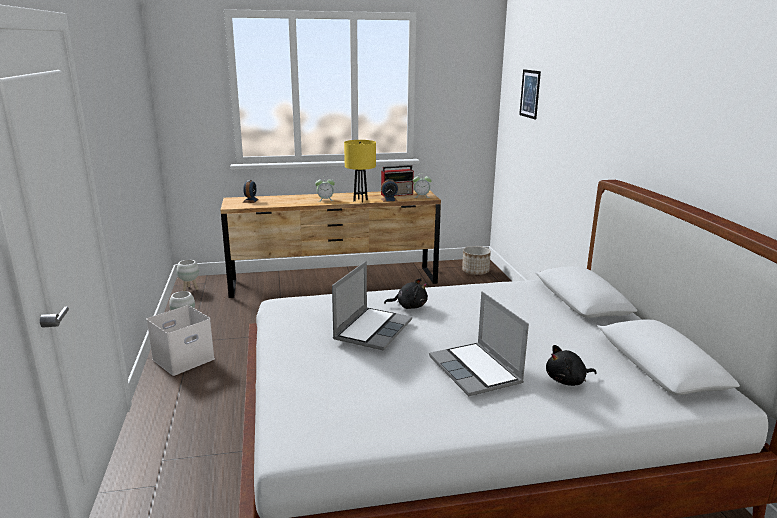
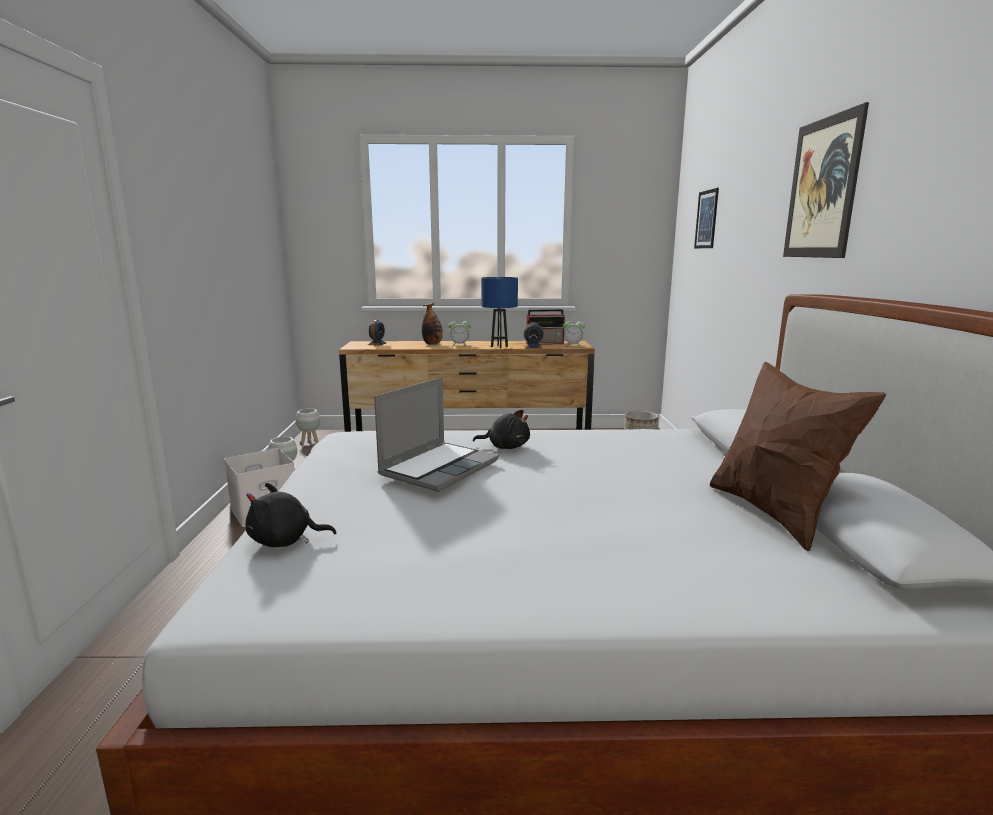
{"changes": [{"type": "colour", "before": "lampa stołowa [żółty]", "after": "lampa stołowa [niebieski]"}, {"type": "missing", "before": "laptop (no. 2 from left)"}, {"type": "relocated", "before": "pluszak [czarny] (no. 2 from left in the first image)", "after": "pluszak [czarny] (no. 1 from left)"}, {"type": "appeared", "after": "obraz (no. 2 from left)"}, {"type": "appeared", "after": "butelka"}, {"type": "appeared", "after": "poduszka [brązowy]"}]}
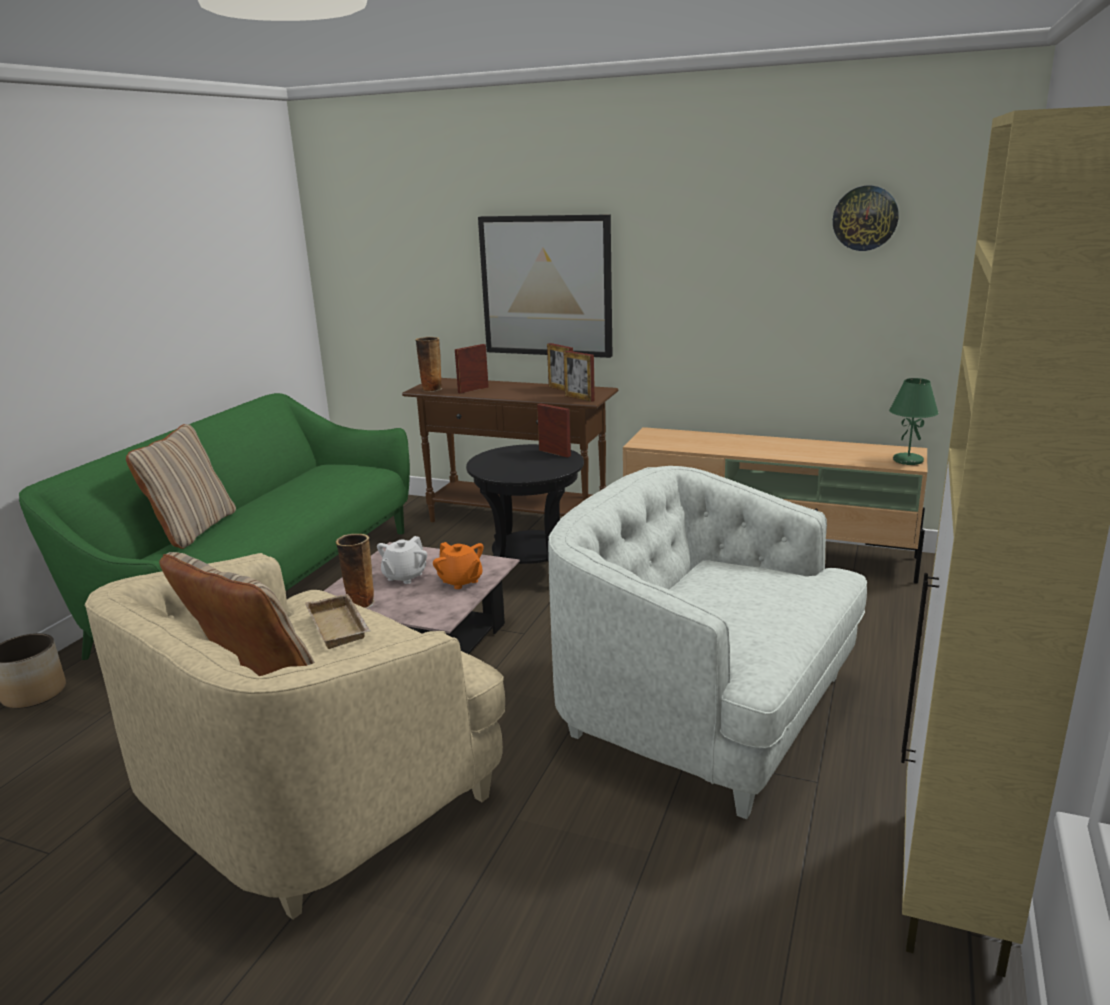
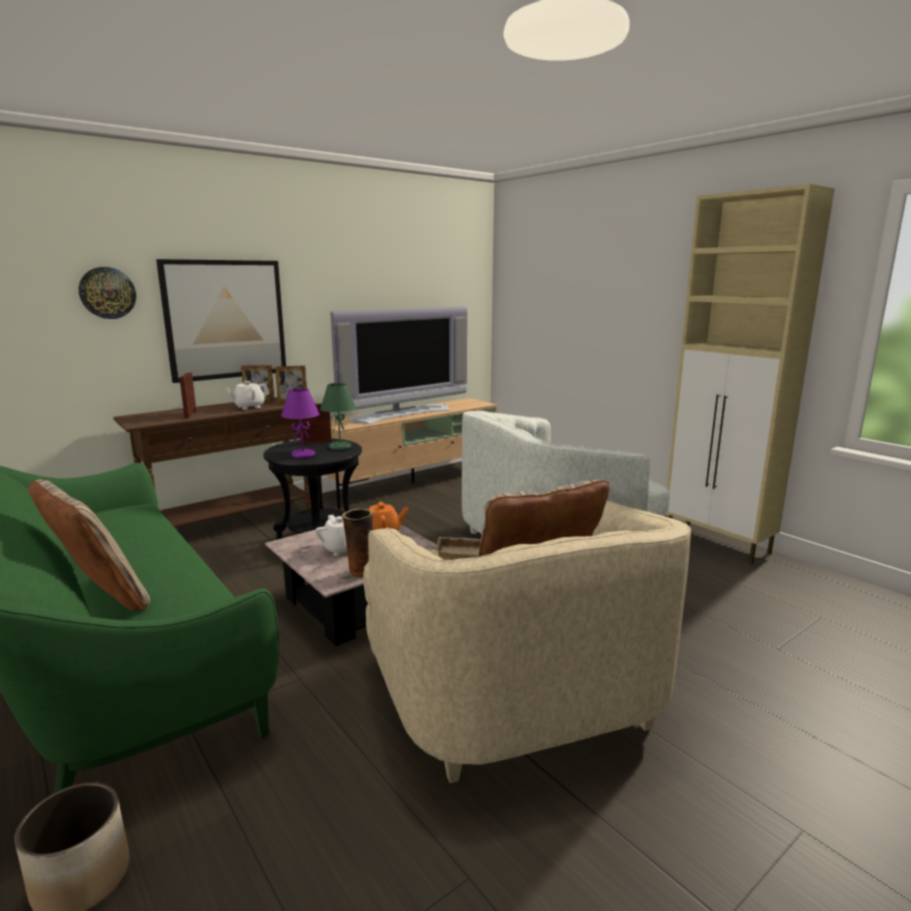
{"changes": [{"type": "relocated", "before": "zegar ścienny"}, {"type": "missing", "before": "wazon (no. 2 from left)"}, {"type": "relocated", "before": "lampa stołowa [zielony]"}, {"type": "appeared", "after": "telewizor"}, {"type": "appeared", "after": "imbryk [biały] (no. 1 from left)"}, {"type": "appeared", "after": "lampa stołowa [fioletowy]"}]}
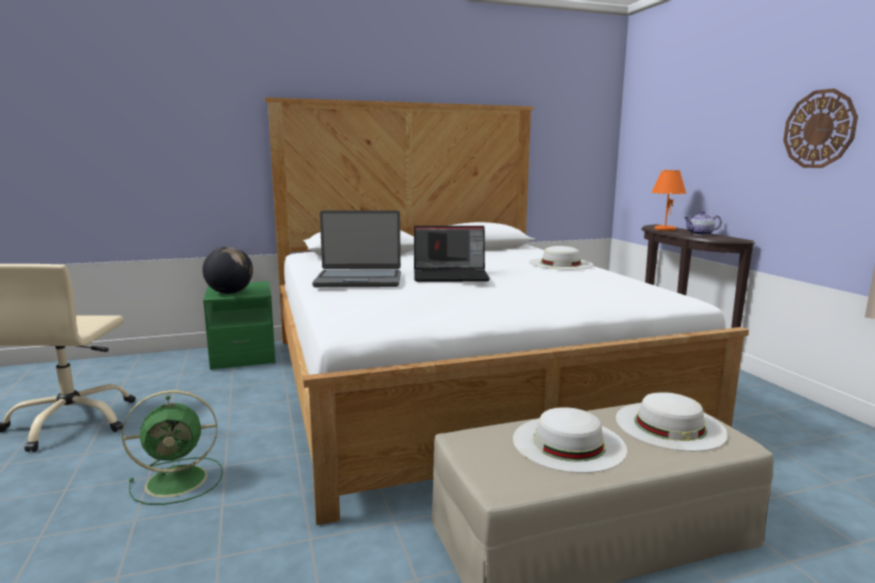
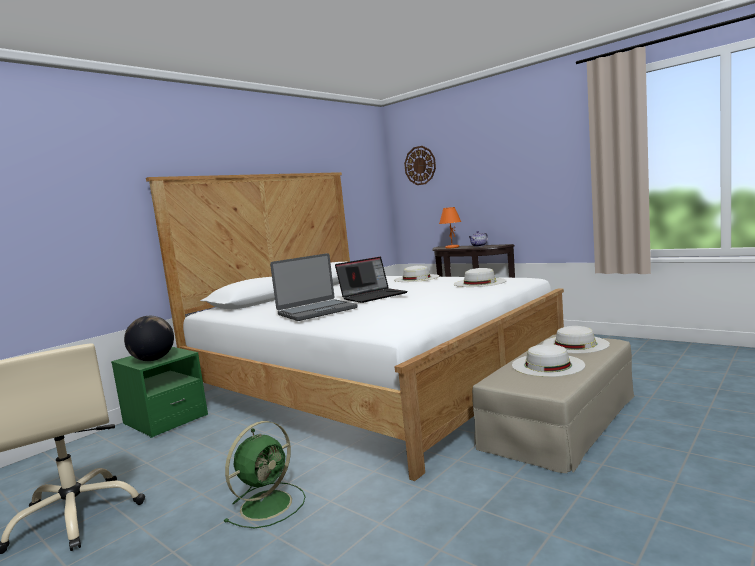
{"changes": [{"type": "relocated", "before": "zegar ścienny"}, {"type": "appeared", "after": "kapelusz [biały] (no. 2 from left)"}]}
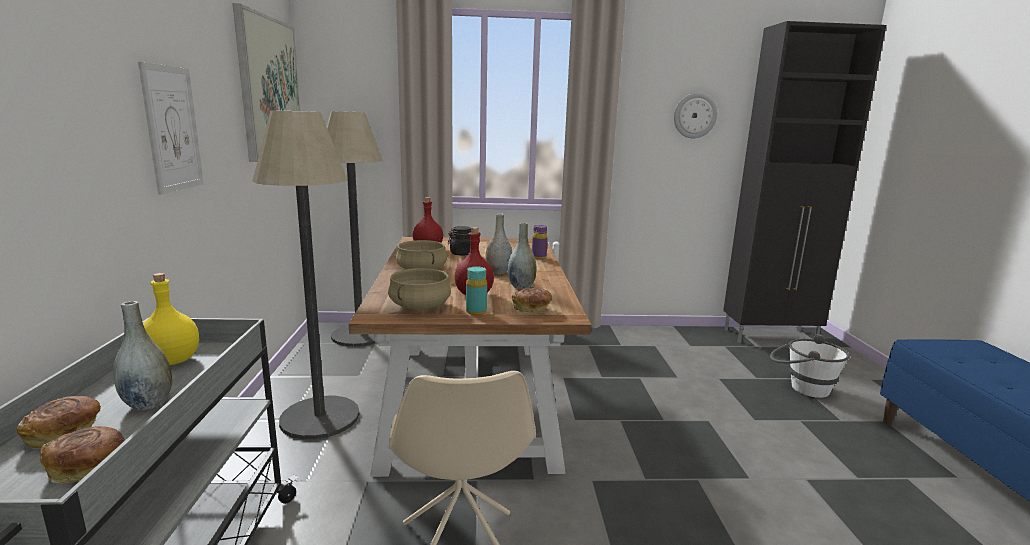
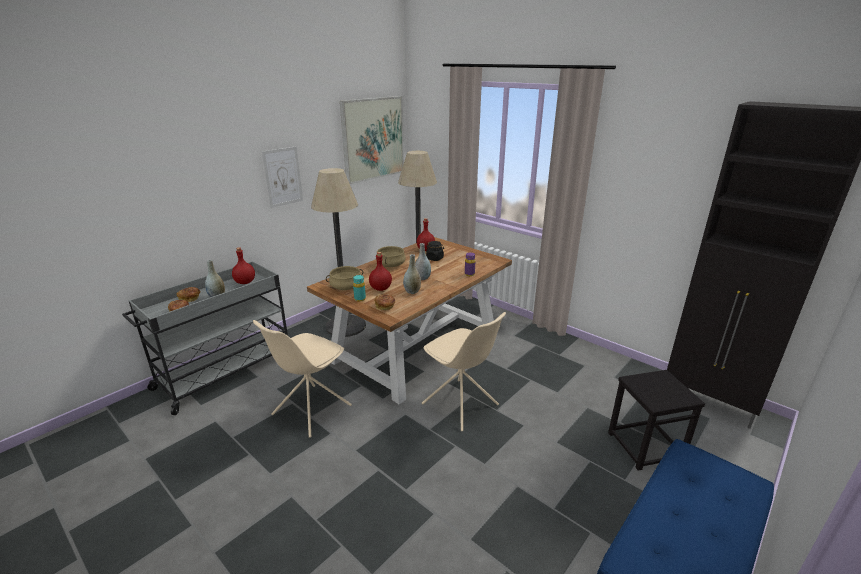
{"changes": [{"type": "missing", "before": "zegar ścienny"}, {"type": "colour", "before": "butelka [żółty]", "after": "butelka [czerwony] (no. 1 from left)"}, {"type": "exchanged", "before": "wiadro [biały]", "after": "stołek [czarny]"}, {"type": "appeared", "after": "krzesło [beżowy] (no. 2 from left)"}]}
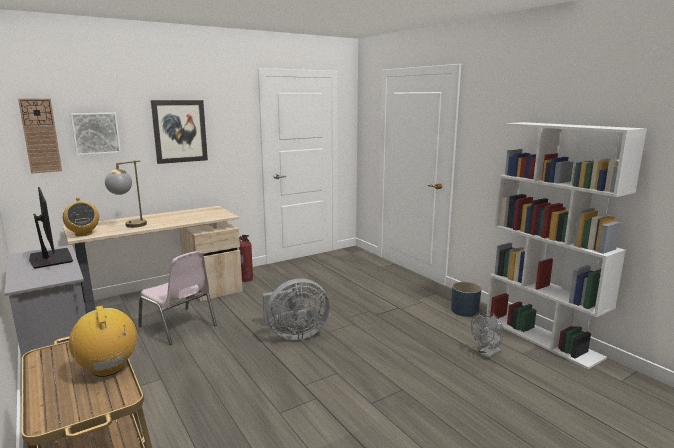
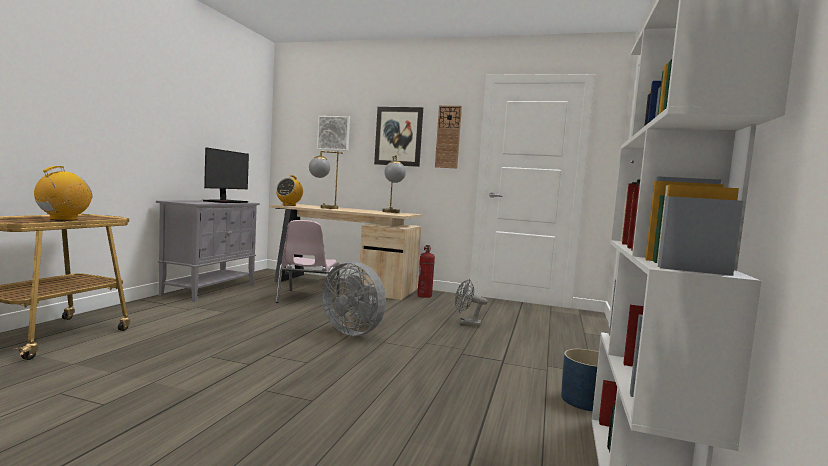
{"changes": [{"type": "relocated", "before": "zegar ścienny"}, {"type": "relocated", "before": "wentylator [szary] (no. 2 from left)"}, {"type": "appeared", "after": "lampa stołowa (no. 2 from left)"}]}
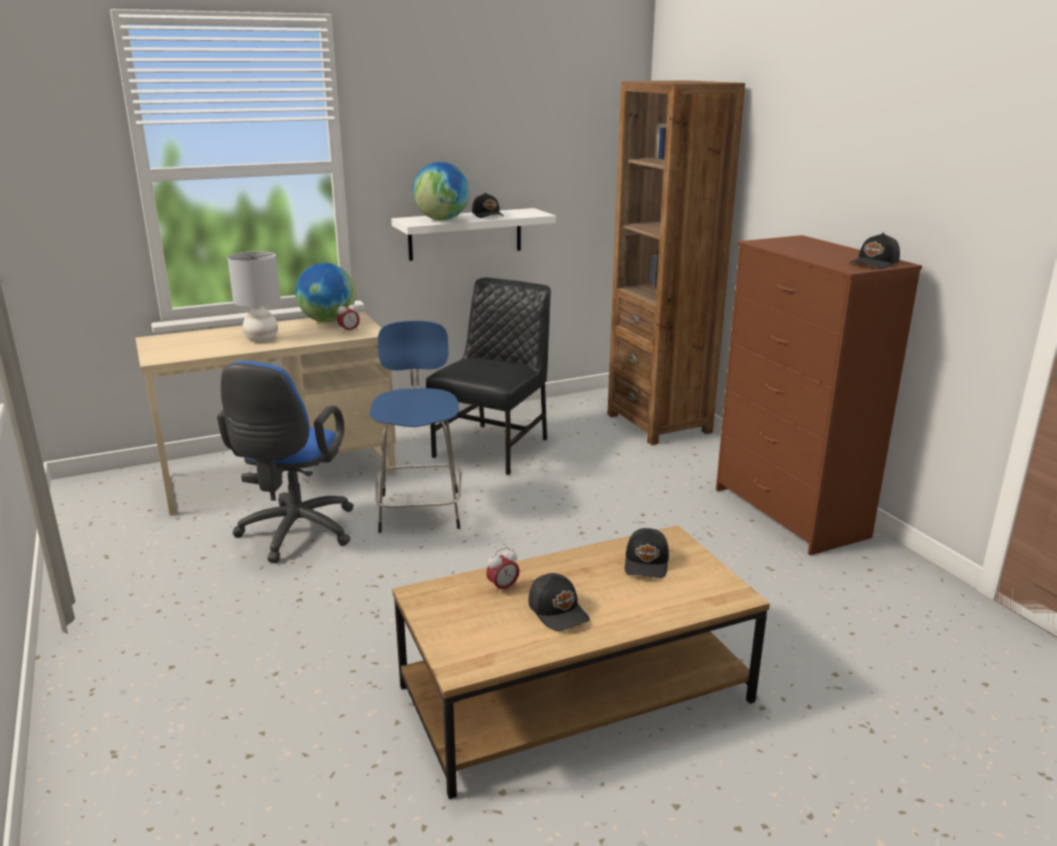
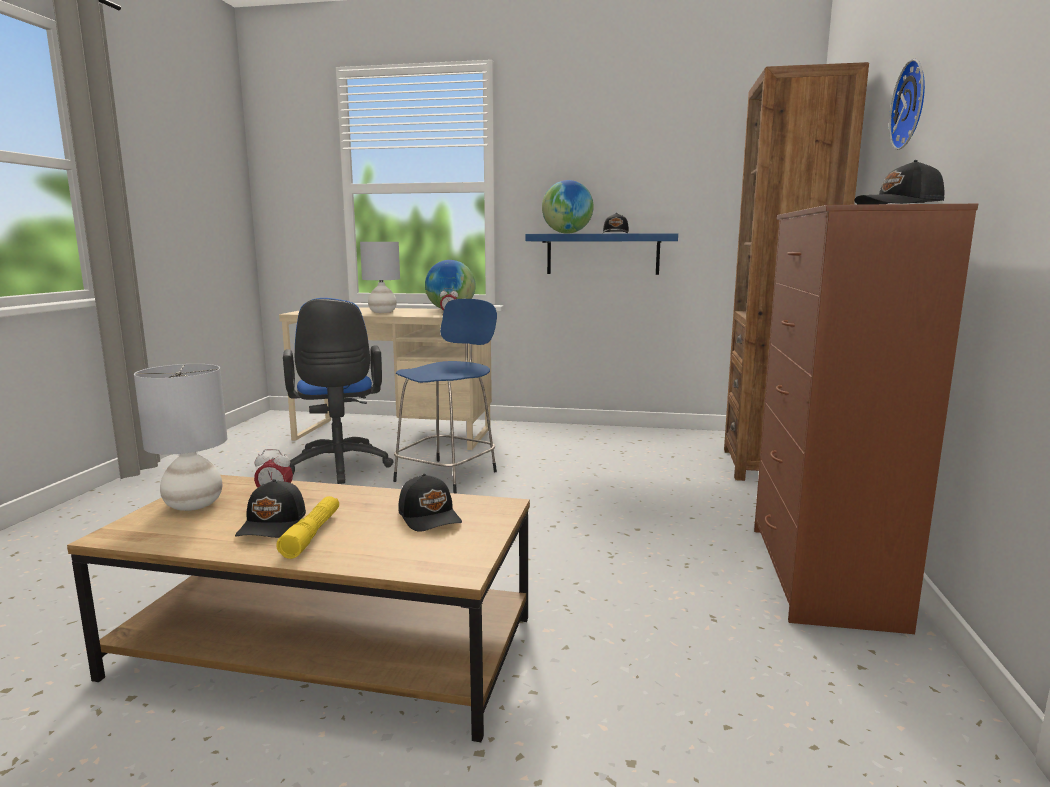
{"changes": [{"type": "colour", "before": "półka [biały]", "after": "półka [niebieski]"}, {"type": "missing", "before": "krzesło [czarny]"}, {"type": "spun", "before": "krzesło biurowe [niebieski]", "turn": -60}, {"type": "spun", "before": "czapka z daszkiem [czarny] (no. 3 from left in the first image)", "turn": -75}, {"type": "appeared", "after": "zegar ścienny"}, {"type": "appeared", "after": "lampa stołowa [szary] (no. 1 from left)"}, {"type": "appeared", "after": "latarka [żółty]"}]}
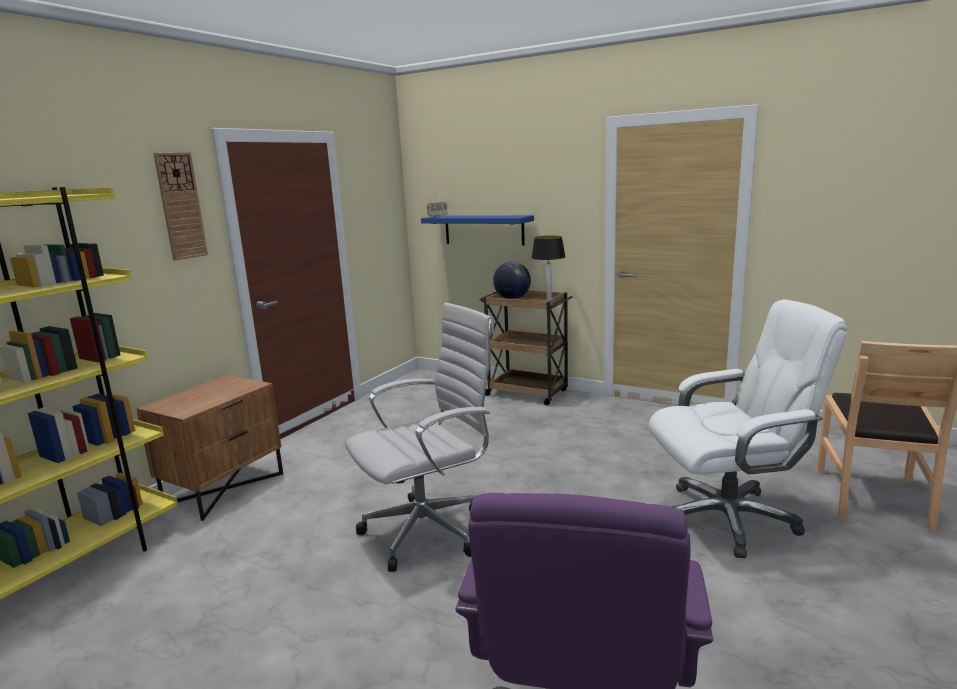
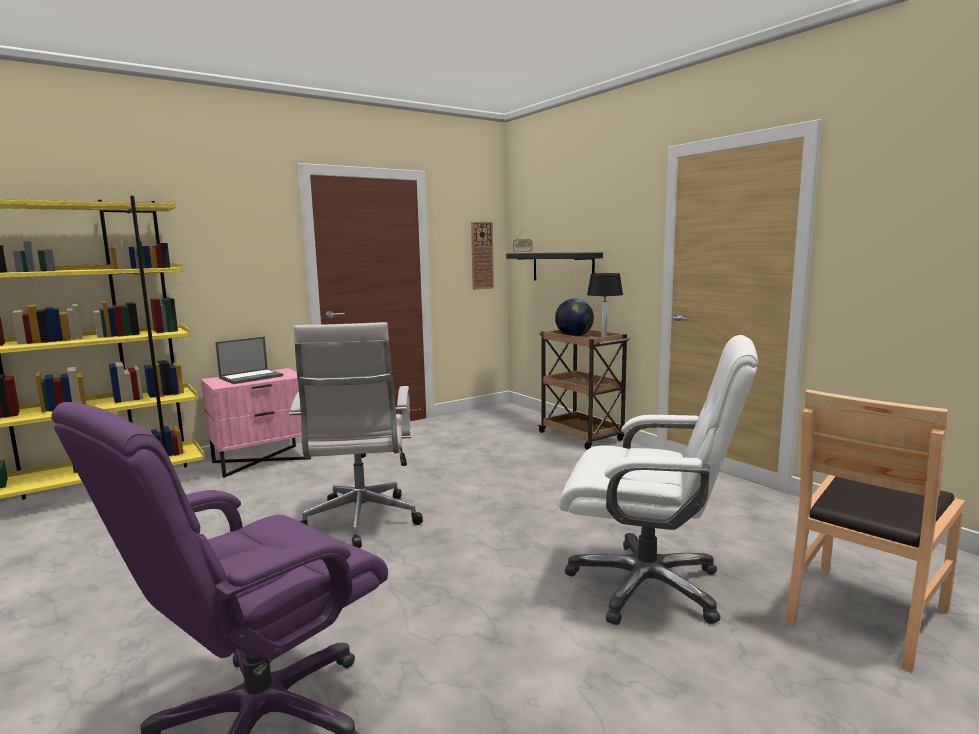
{"changes": [{"type": "relocated", "before": "zegar ścienny"}, {"type": "colour", "before": "półka [niebieski]", "after": "półka [czarny]"}, {"type": "spun", "before": "krzesło biurowe [biały] (no. 1 from left)", "turn": 90}, {"type": "colour", "before": "szafka nocna [brązowy]", "after": "szafka nocna [różowy]"}, {"type": "appeared", "after": "laptop"}]}
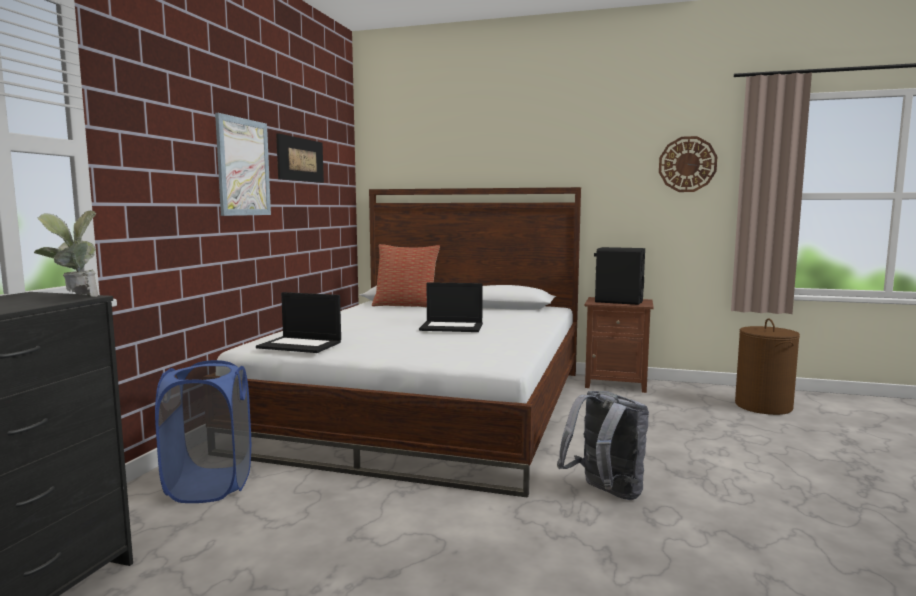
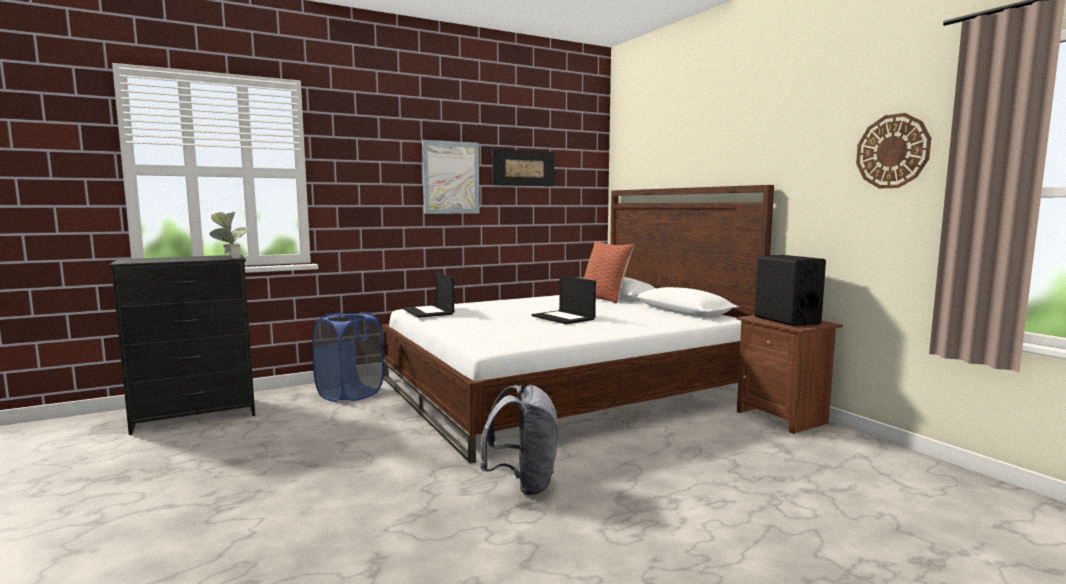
{"changes": [{"type": "missing", "before": "kosz na pranie [brązowy]"}]}
